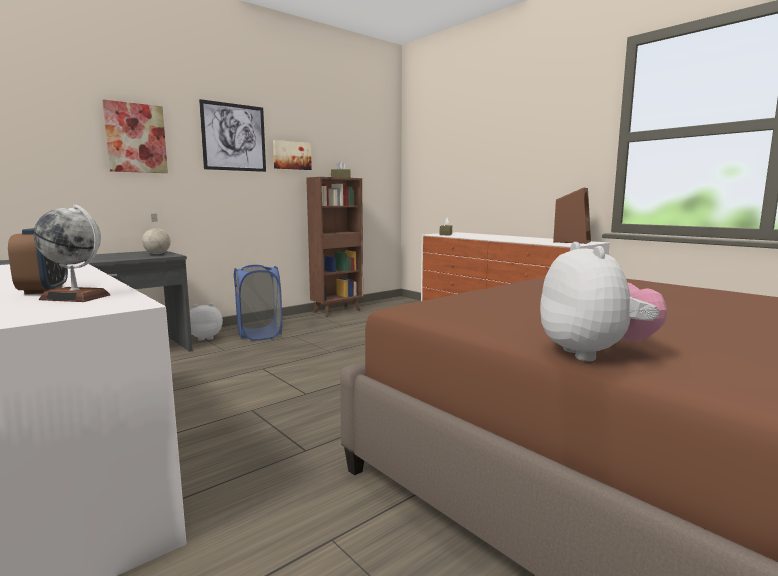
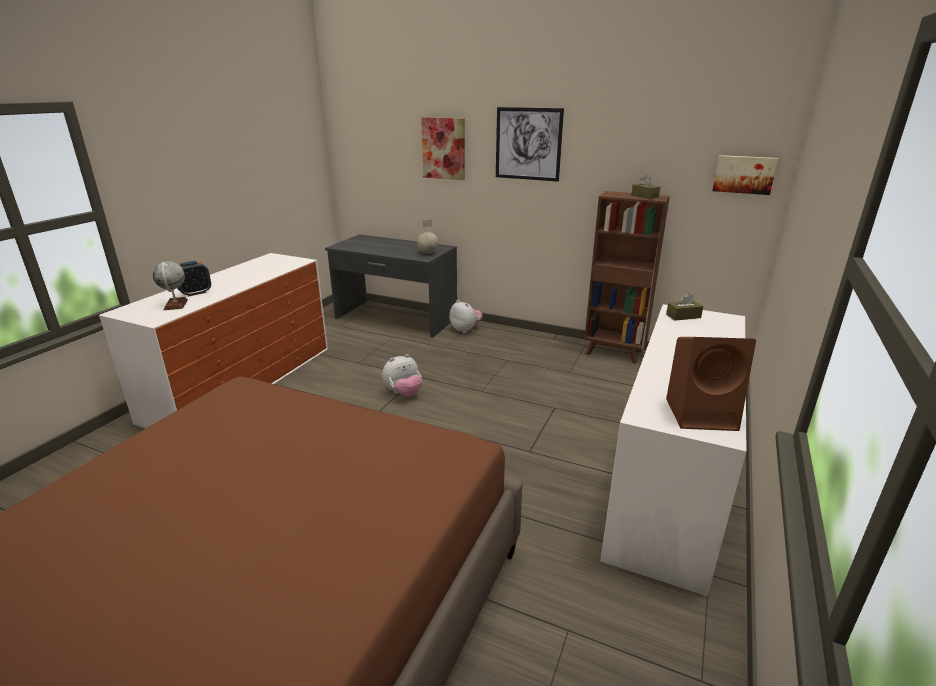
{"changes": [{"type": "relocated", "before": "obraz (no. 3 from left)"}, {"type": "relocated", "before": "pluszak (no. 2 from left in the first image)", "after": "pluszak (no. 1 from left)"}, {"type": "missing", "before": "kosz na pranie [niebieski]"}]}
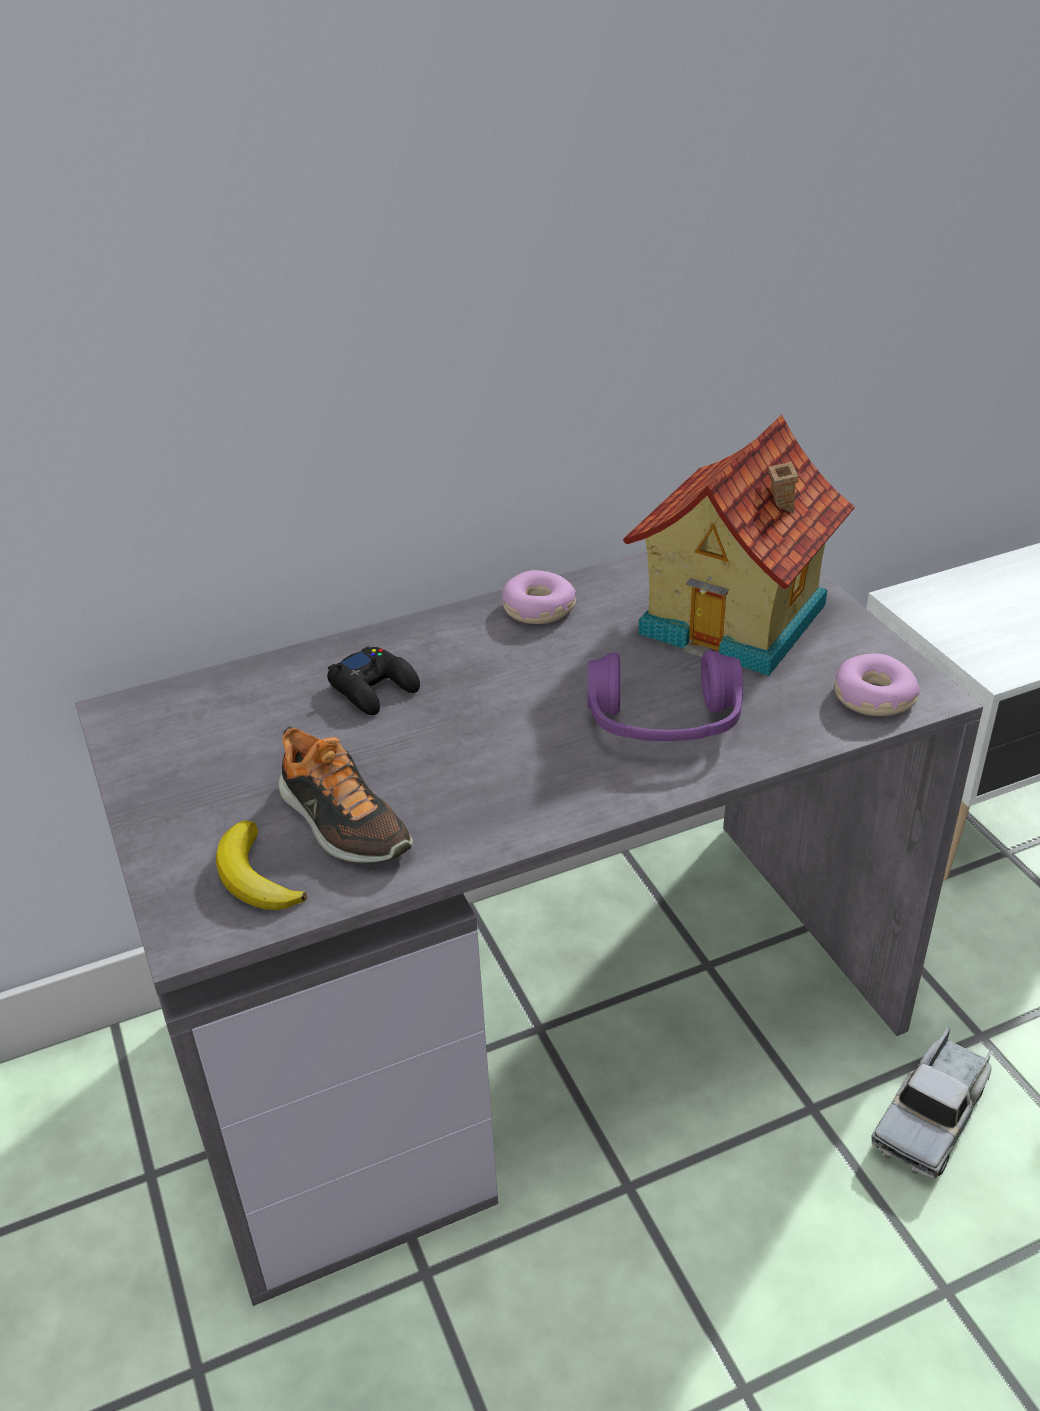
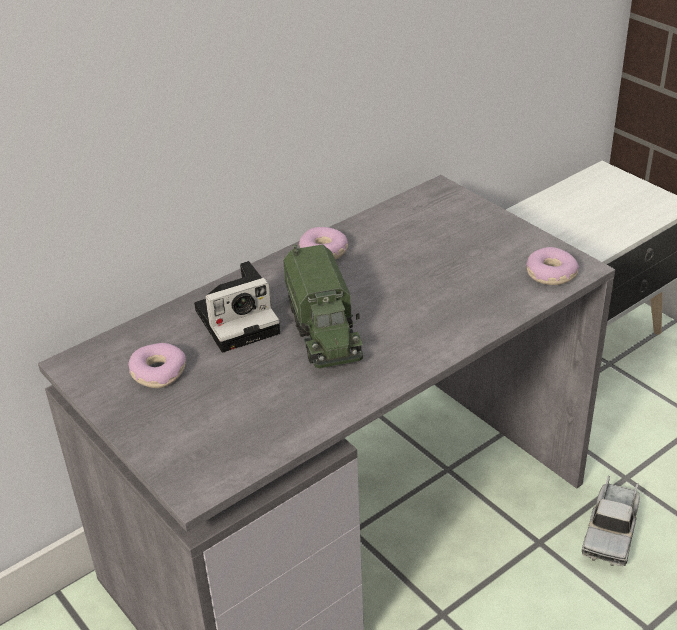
{"changes": [{"type": "missing", "before": "domek"}, {"type": "exchanged", "before": "pad do gier [czarny]", "after": "aparat fotograficzny"}, {"type": "missing", "before": "słuchawki [fioletowy]"}, {"type": "missing", "before": "but"}, {"type": "missing", "before": "banan"}, {"type": "appeared", "after": "ciężarówka zabawkowa (no. 1 from left)"}, {"type": "appeared", "after": "donut (no. 1 from left)"}]}
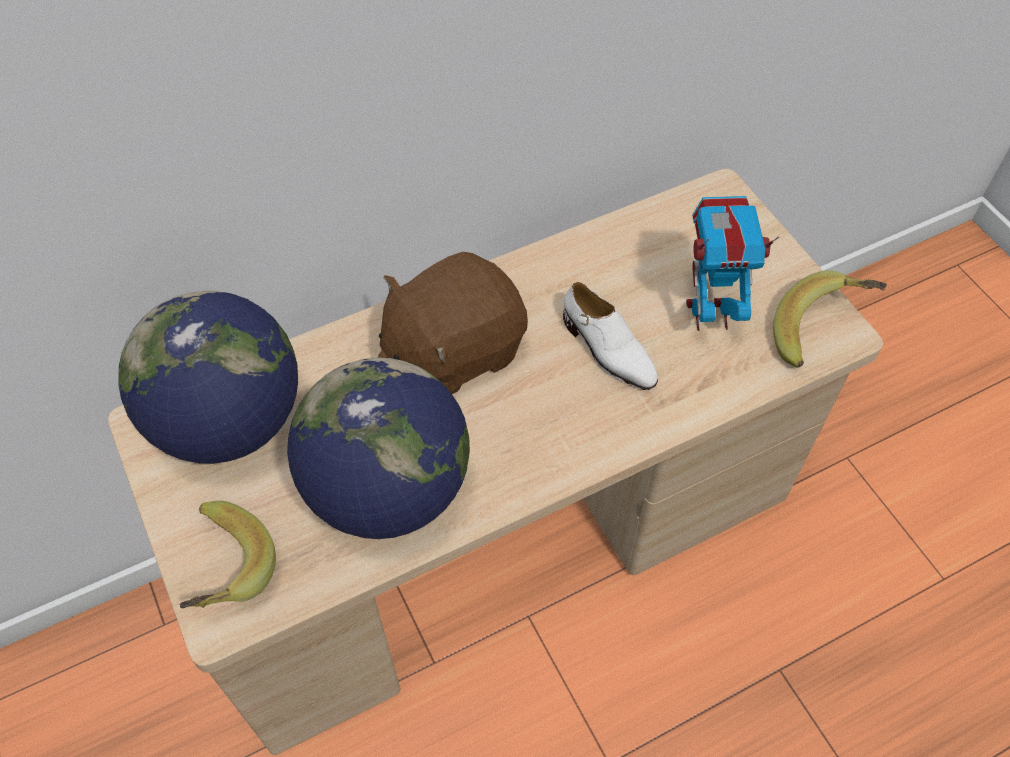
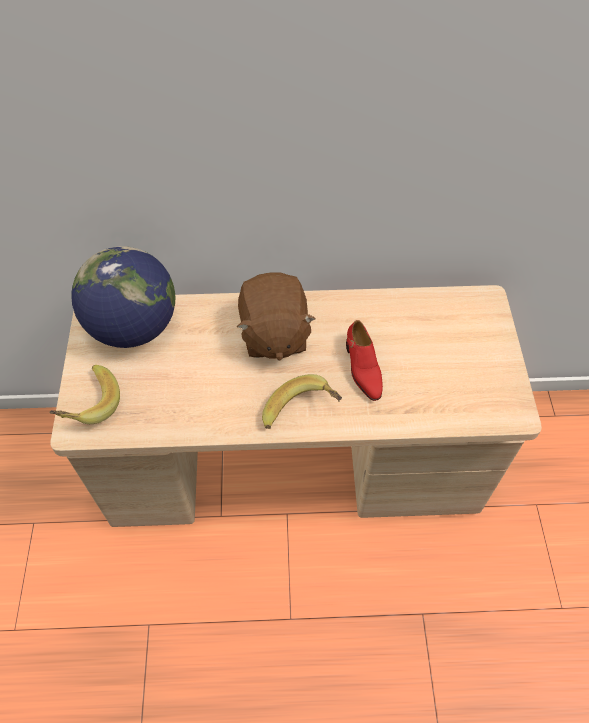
{"changes": [{"type": "missing", "before": "robot zabawkowy"}, {"type": "spun", "before": "pluszak [brązowy]", "turn": -90}, {"type": "relocated", "before": "banan (no. 2 from left)"}, {"type": "colour", "before": "but [biały]", "after": "but [czerwony]"}, {"type": "missing", "before": "globus (no. 2 from left)"}]}
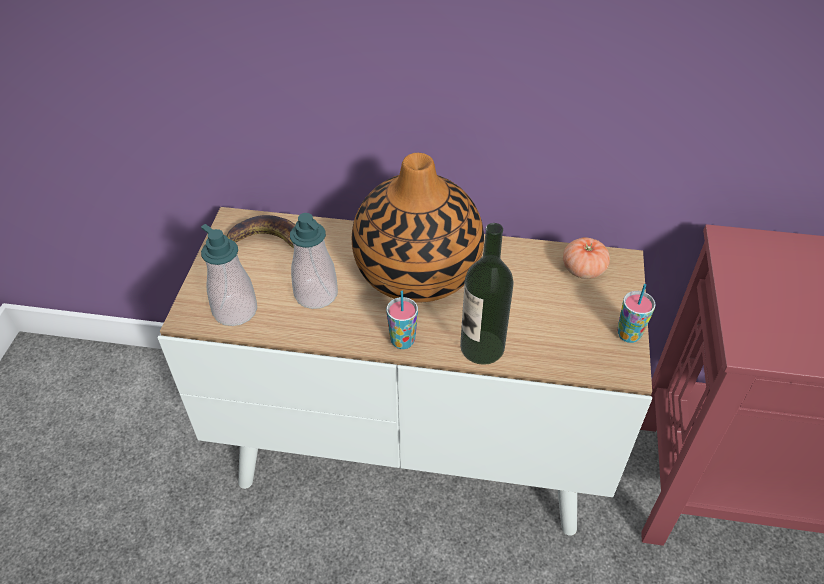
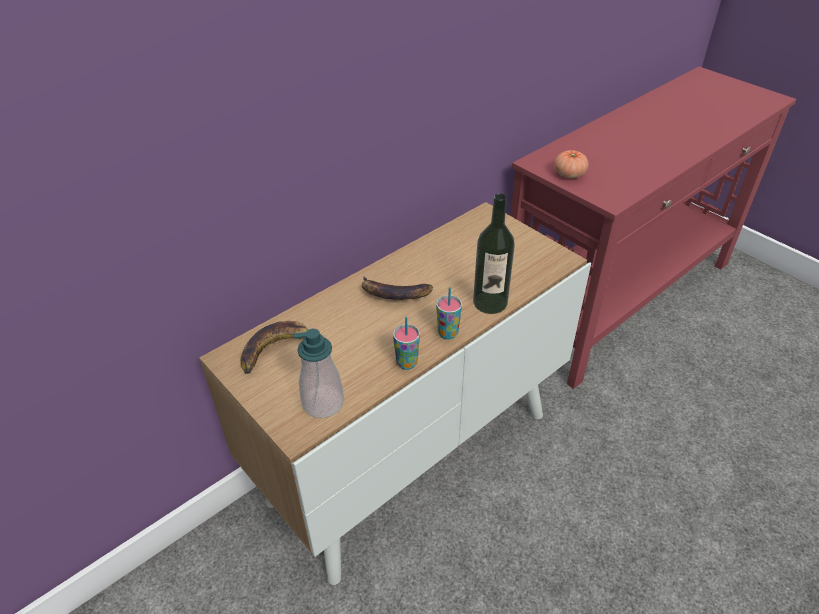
{"changes": [{"type": "exchanged", "before": "wazon", "after": "banan (no. 2 from left)"}, {"type": "missing", "before": "dozownik mydła (no. 2 from left)"}, {"type": "relocated", "before": "pomidor"}, {"type": "relocated", "before": "filiżanka (no. 2 from left in the first image)", "after": "filiżanka (no. 1 from left)"}]}
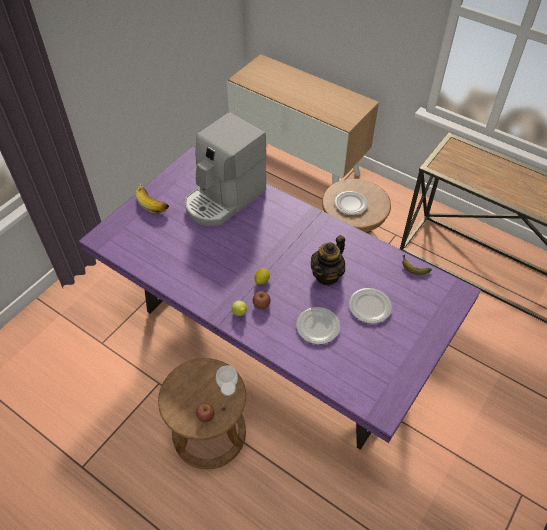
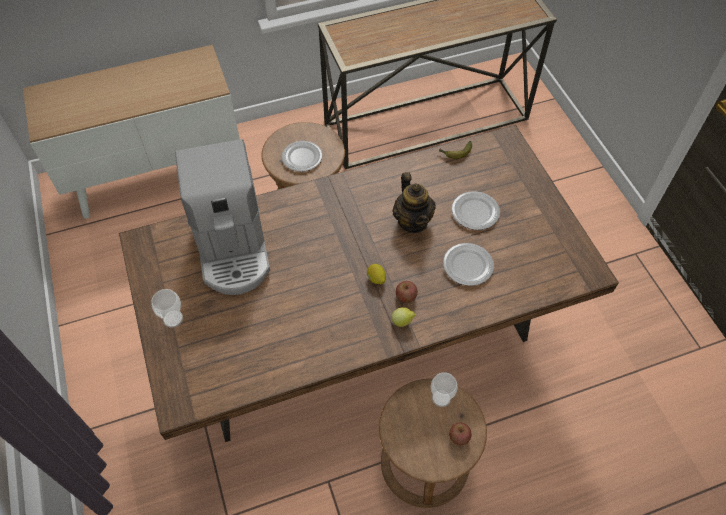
{"changes": [{"type": "colour", "before": "stół jadalny [fioletowy]", "after": "stół jadalny [brązowy]"}, {"type": "exchanged", "before": "banan (no. 1 from left)", "after": "filiżanka (no. 1 from left)"}]}
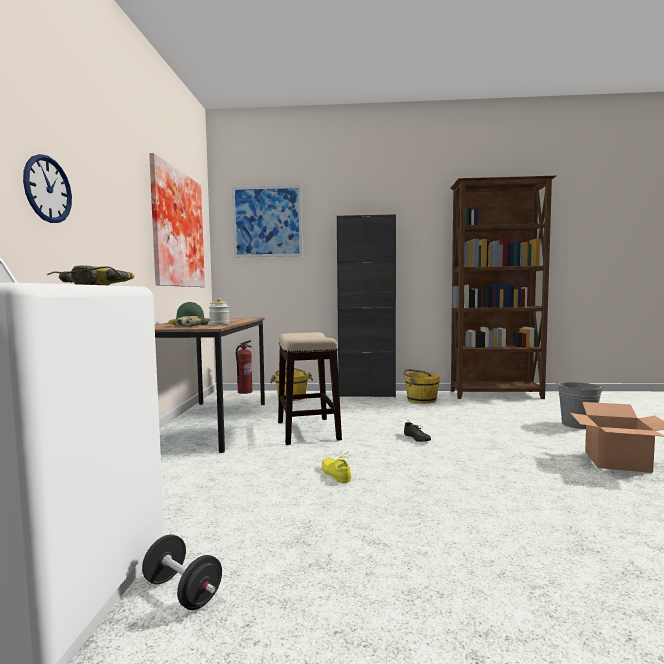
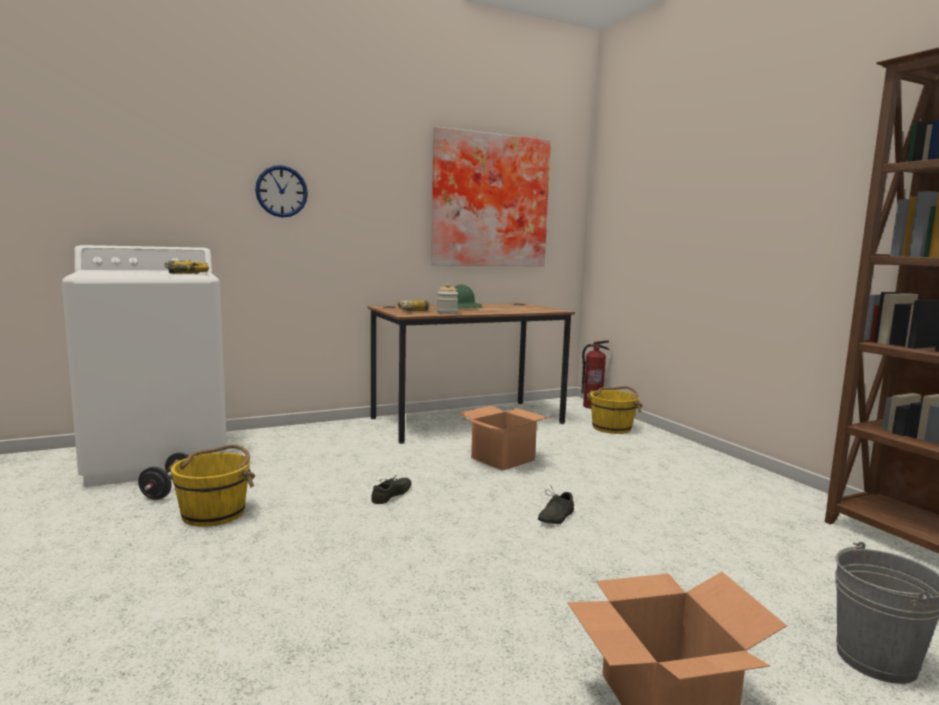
{"changes": [{"type": "missing", "before": "obraz (no. 2 from left)"}, {"type": "missing", "before": "szafka [czarny]"}, {"type": "exchanged", "before": "stołek", "after": "karton (no. 1 from left)"}, {"type": "relocated", "before": "wiadro [żółty] (no. 2 from left in the first image)", "after": "wiadro [żółty] (no. 1 from left)"}, {"type": "colour", "before": "but [żółty]", "after": "but [szary] (no. 1 from left)"}]}
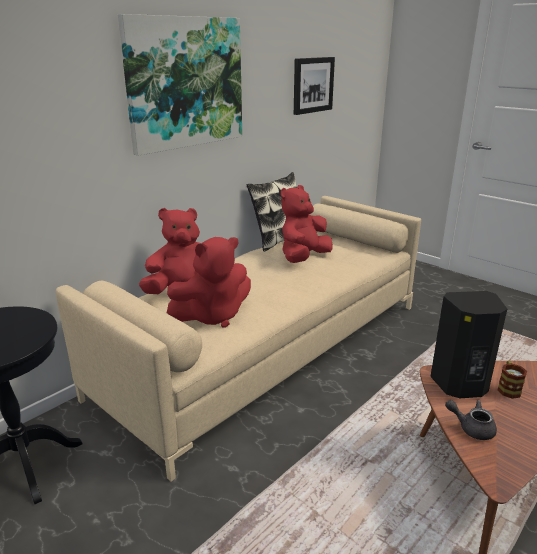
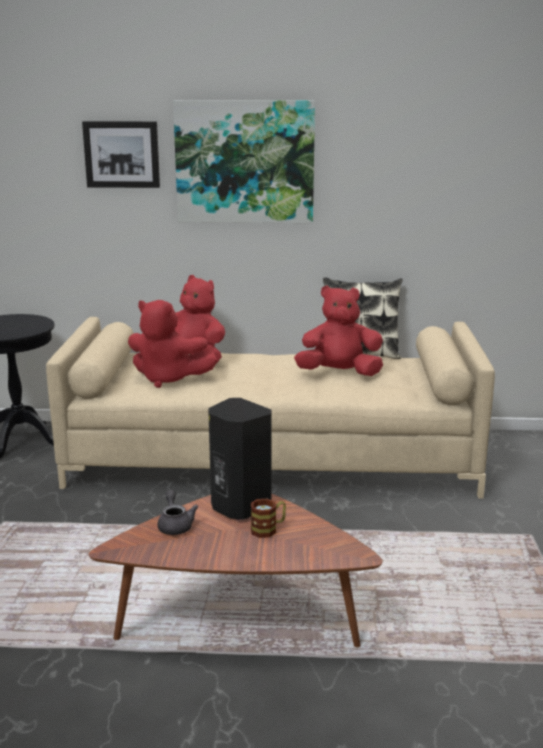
{"changes": [{"type": "relocated", "before": "obraz (no. 2 from left in the first image)", "after": "obraz (no. 1 from left)"}]}
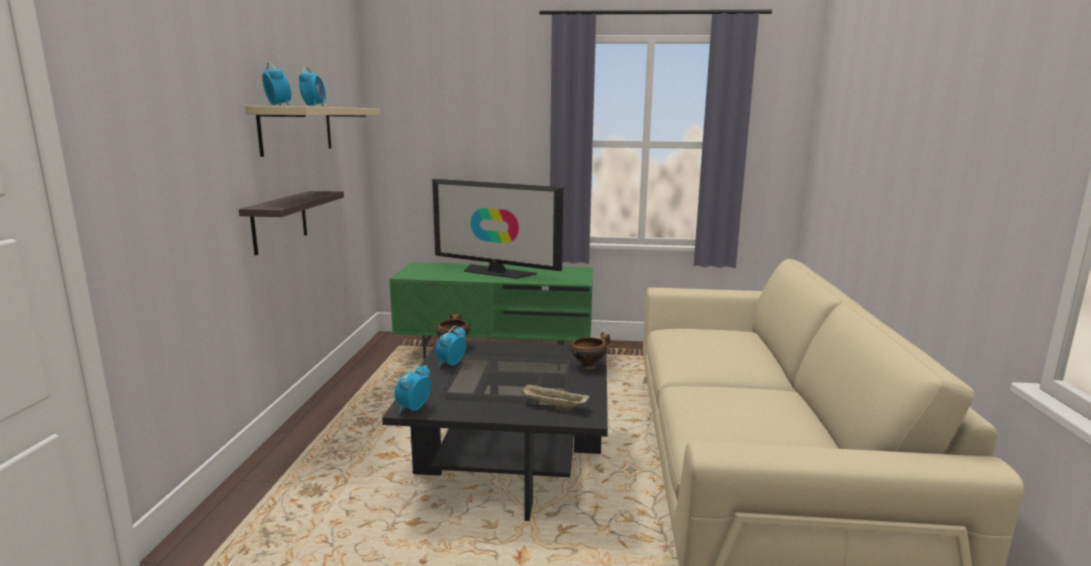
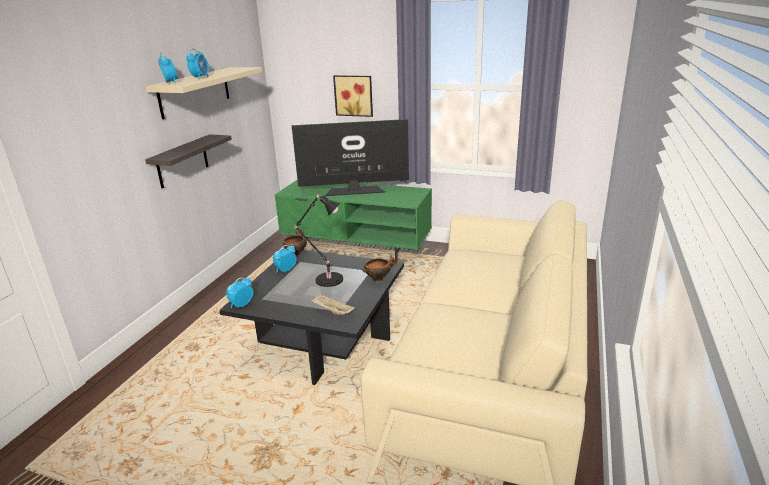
{"changes": [{"type": "spun", "before": "telewizor", "turn": 135}, {"type": "appeared", "after": "obraz"}, {"type": "appeared", "after": "lampa stołowa [czarny]"}]}
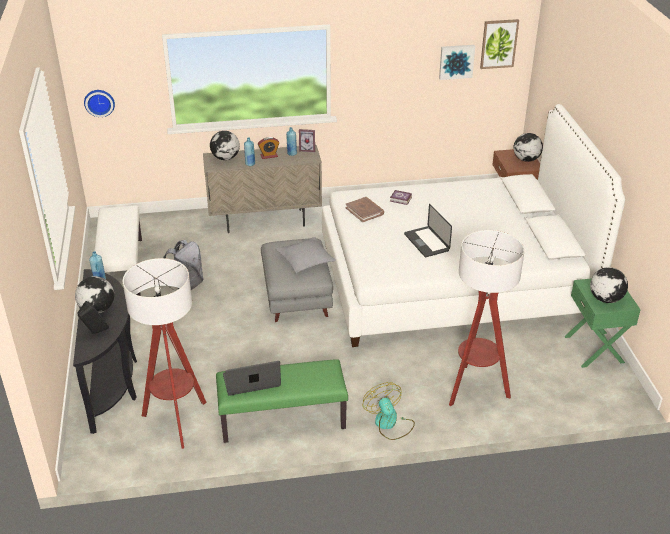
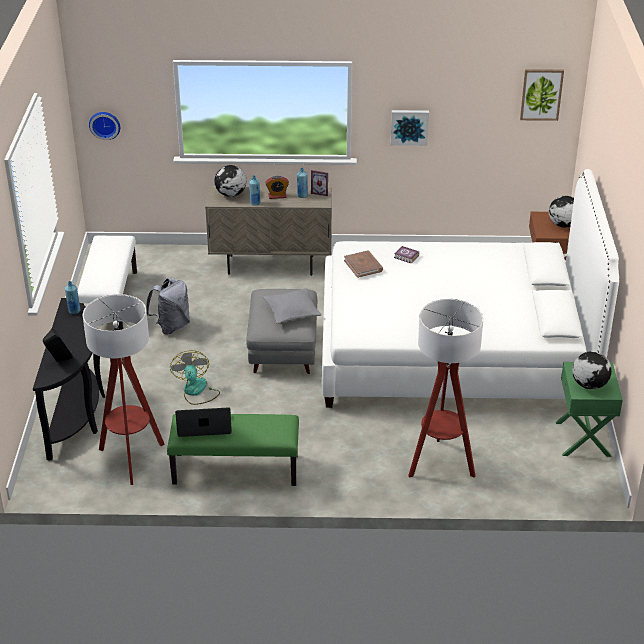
{"changes": [{"type": "relocated", "before": "obraz (no. 1 from left)"}, {"type": "missing", "before": "laptop (no. 2 from left)"}, {"type": "missing", "before": "globus (no. 1 from left)"}, {"type": "relocated", "before": "wentylator"}]}
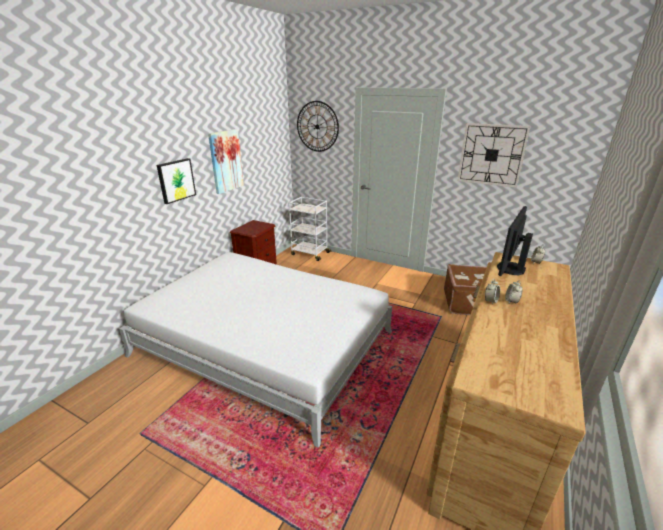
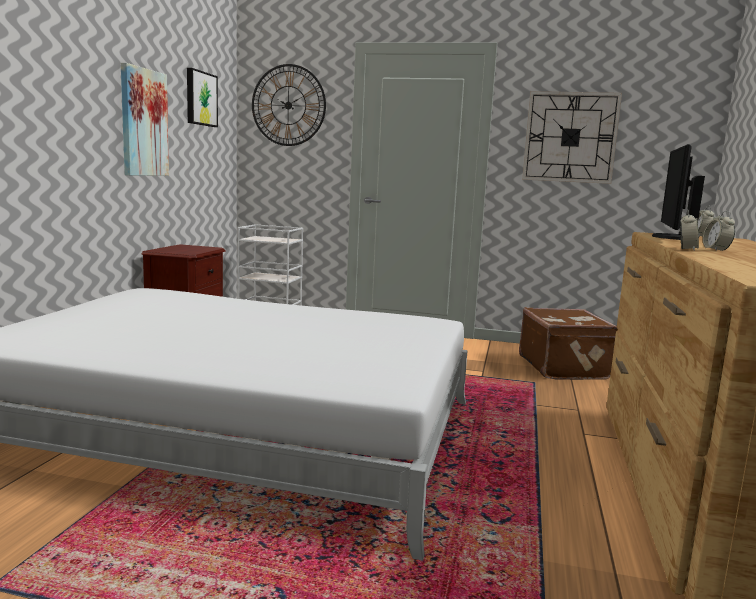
{"changes": [{"type": "relocated", "before": "obraz (no. 1 from left in the first image)", "after": "obraz (no. 2 from left)"}]}
